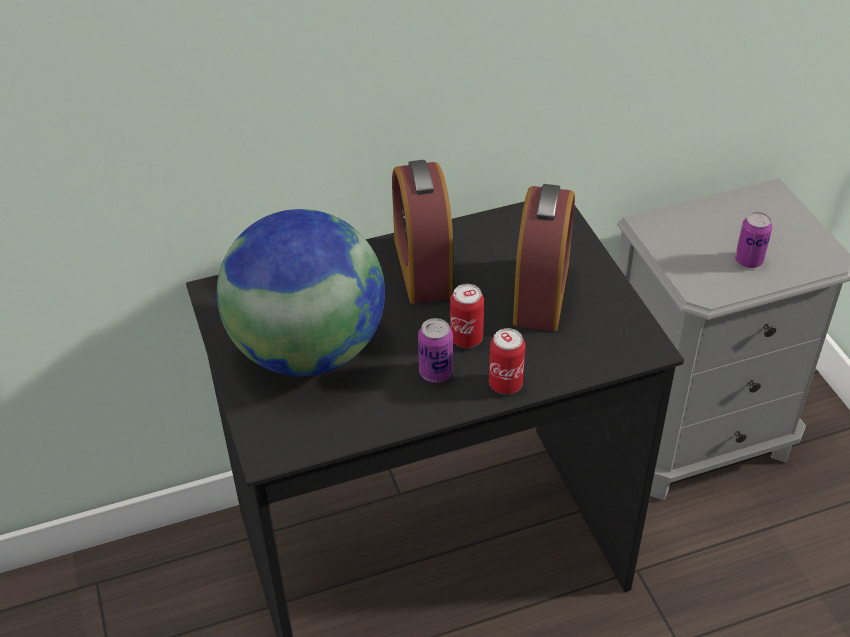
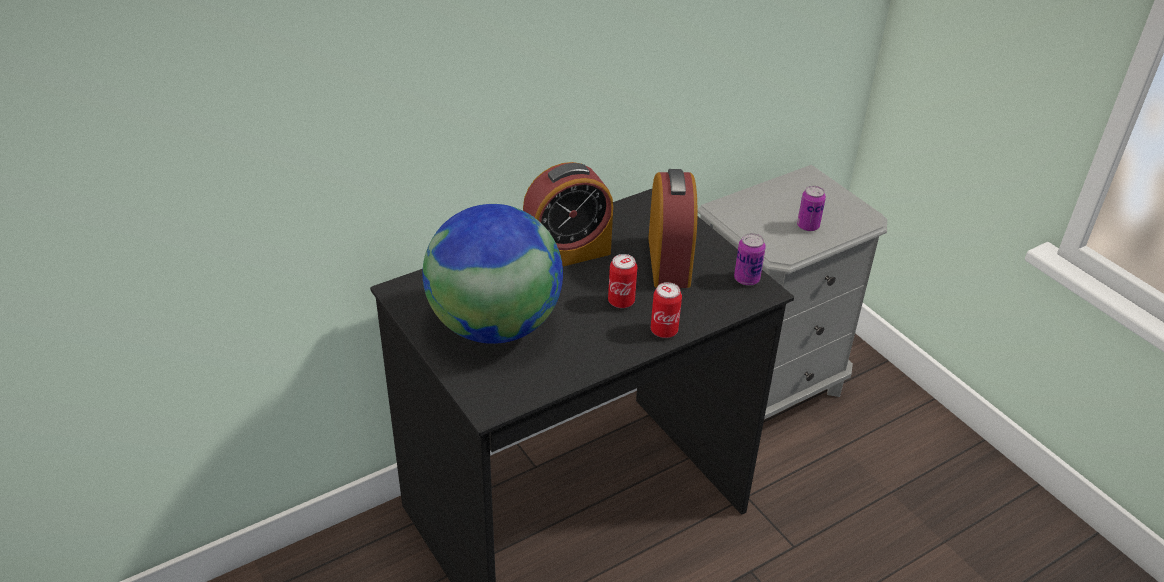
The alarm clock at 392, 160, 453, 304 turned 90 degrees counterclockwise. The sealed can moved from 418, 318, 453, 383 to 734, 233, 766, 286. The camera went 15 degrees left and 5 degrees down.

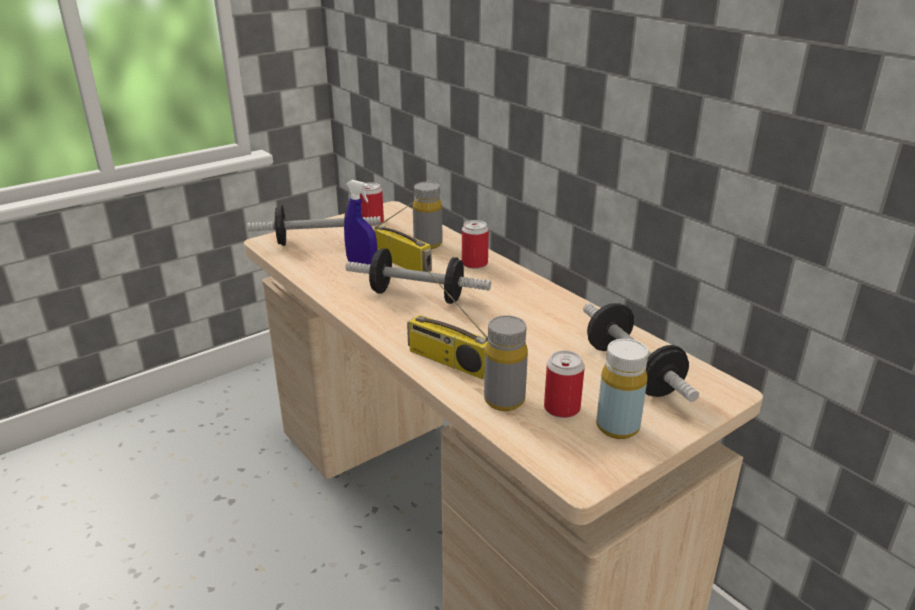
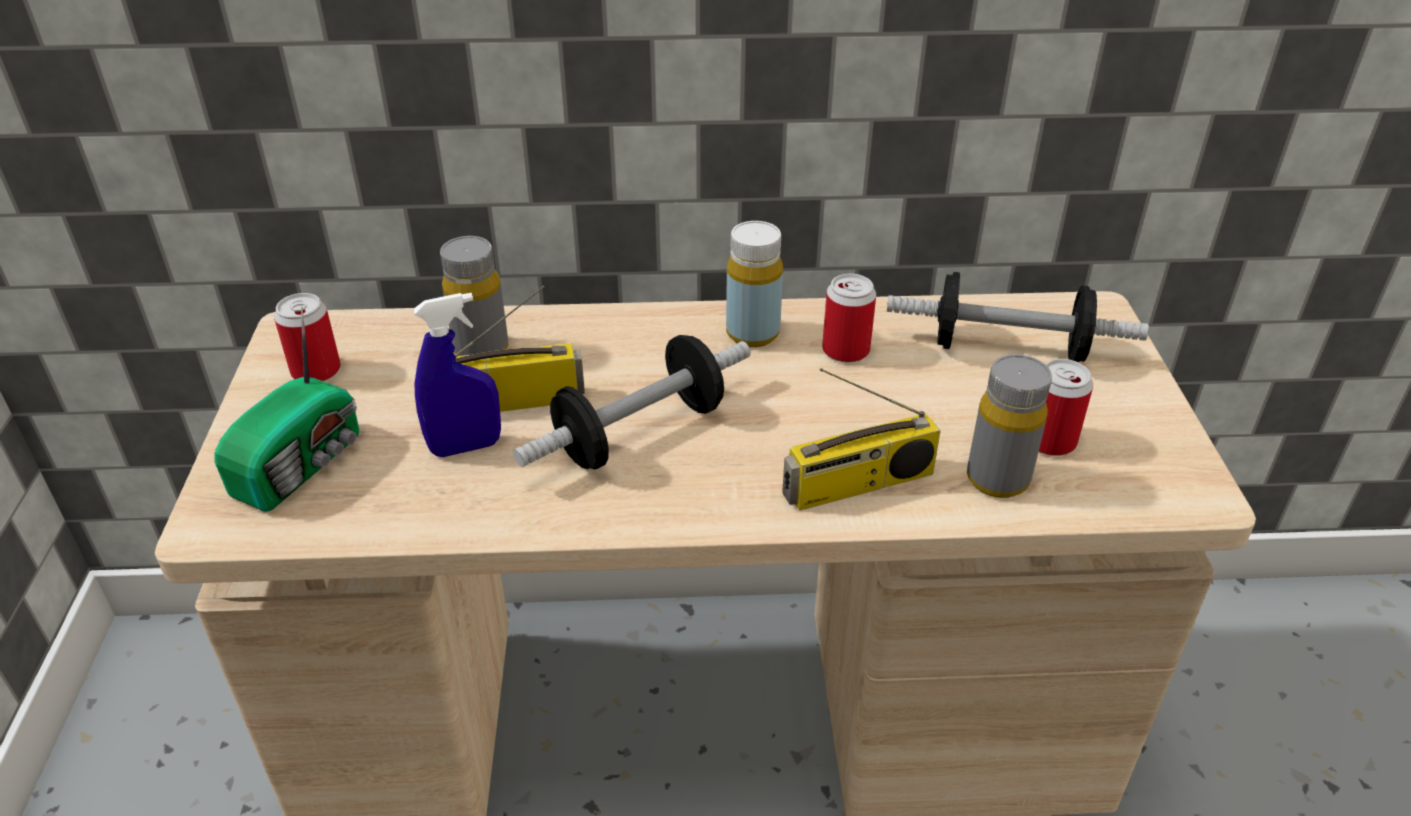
The free weight at 248, 202, 381, 246 was replaced by the radio at 215, 306, 359, 512. The sealed can moved from 462, 220, 489, 269 to 822, 274, 876, 362. The yellowish bottle moved from 596, 339, 648, 439 to 726, 221, 783, 347. The camera went 55 degrees left and 10 degrees up.

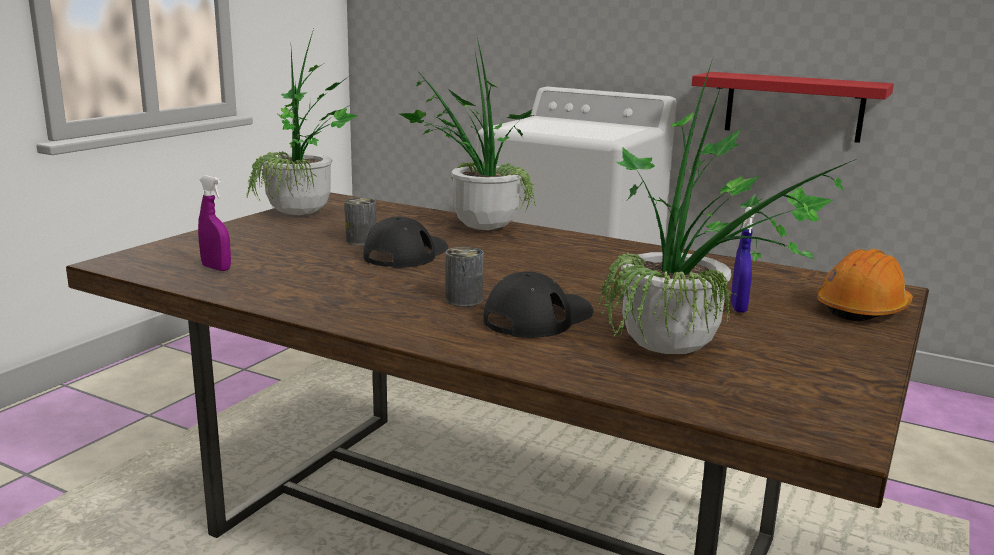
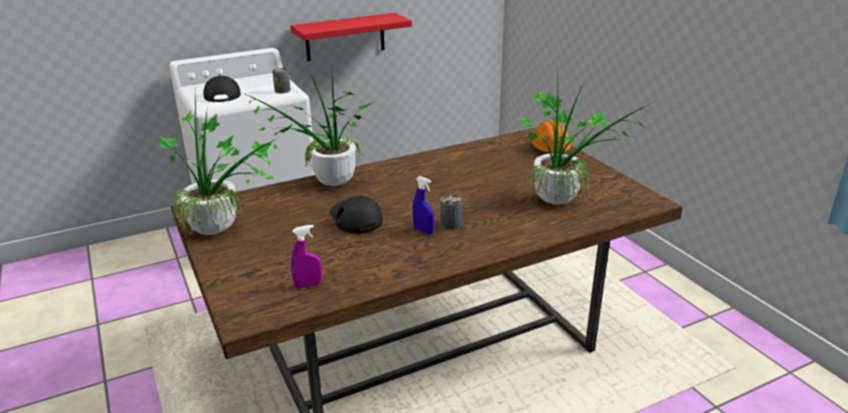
The sealed can moved from 345, 198, 376, 245 to 272, 68, 291, 93. The blue sprayer moved from 731, 207, 755, 313 to 413, 176, 434, 234. The black baseball cap moved from 483, 271, 594, 338 to 203, 76, 241, 102. The camera went 55 degrees left and 10 degrees up.

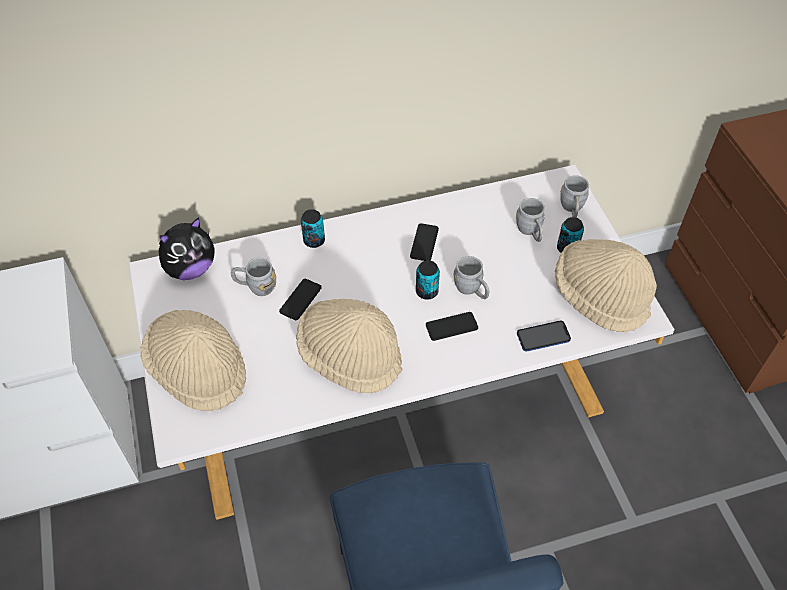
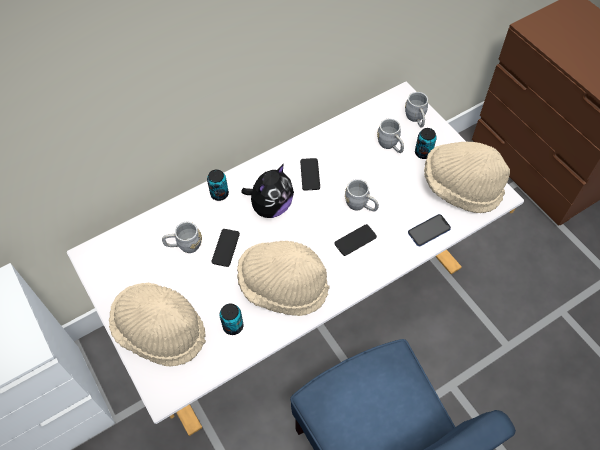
The cuddly toy moved from 159, 217, 215, 280 to 241, 164, 294, 218. The sealed can moved from 416, 260, 440, 300 to 219, 303, 244, 335. The camera went 15 degrees left and 5 degrees up.

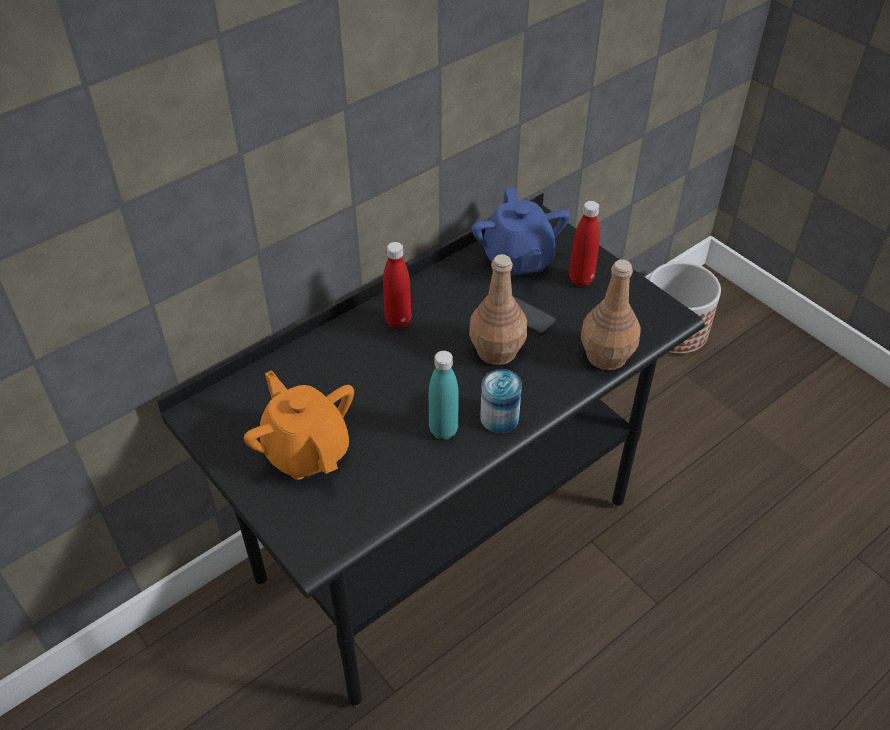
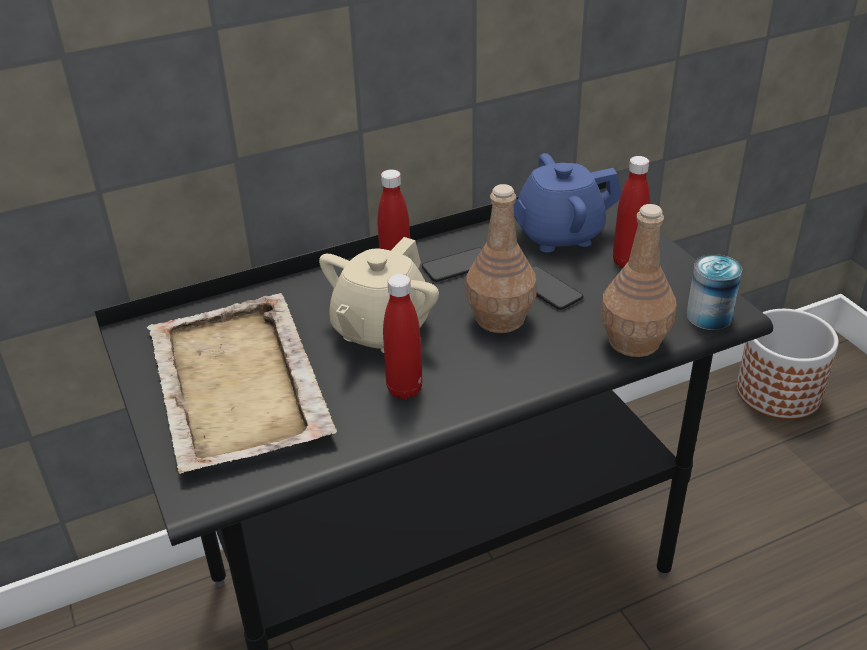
The blue pot for tea at 472, 188, 570, 276 turned 75 degrees clockwise. The turquoise-coloured bottle at 429, 351, 459, 440 became the red bottle at 383, 274, 422, 399. The sealed can moved from 480, 369, 522, 433 to 686, 254, 742, 330. The orange pot for tea at 244, 370, 354, 480 was replaced by the beige-coloured tray at 147, 293, 337, 474. The beige-coloured pot for tea at 319, 237, 439, 353 appeared. The telephone at 422, 247, 482, 282 appeared. The camera went 15 degrees right and 10 degrees down.

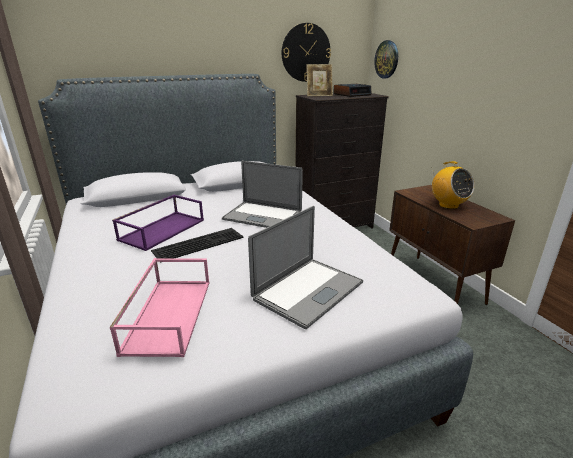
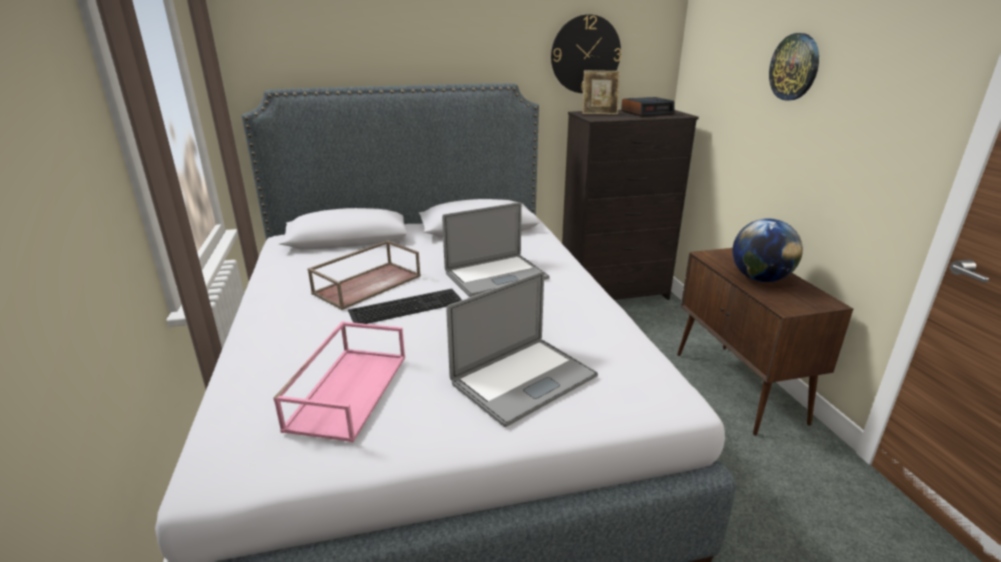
The hanging clock moved from 374, 40, 398, 79 to 769, 33, 819, 101. The laptop at 222, 161, 303, 228 turned 60 degrees counterclockwise. The radio at 432, 161, 475, 209 was replaced by the world globe at 732, 219, 803, 282. The purplish tray at 112, 195, 204, 251 became the brownish tray at 307, 240, 421, 310. The camera went 10 degrees right and 0 degrees up.

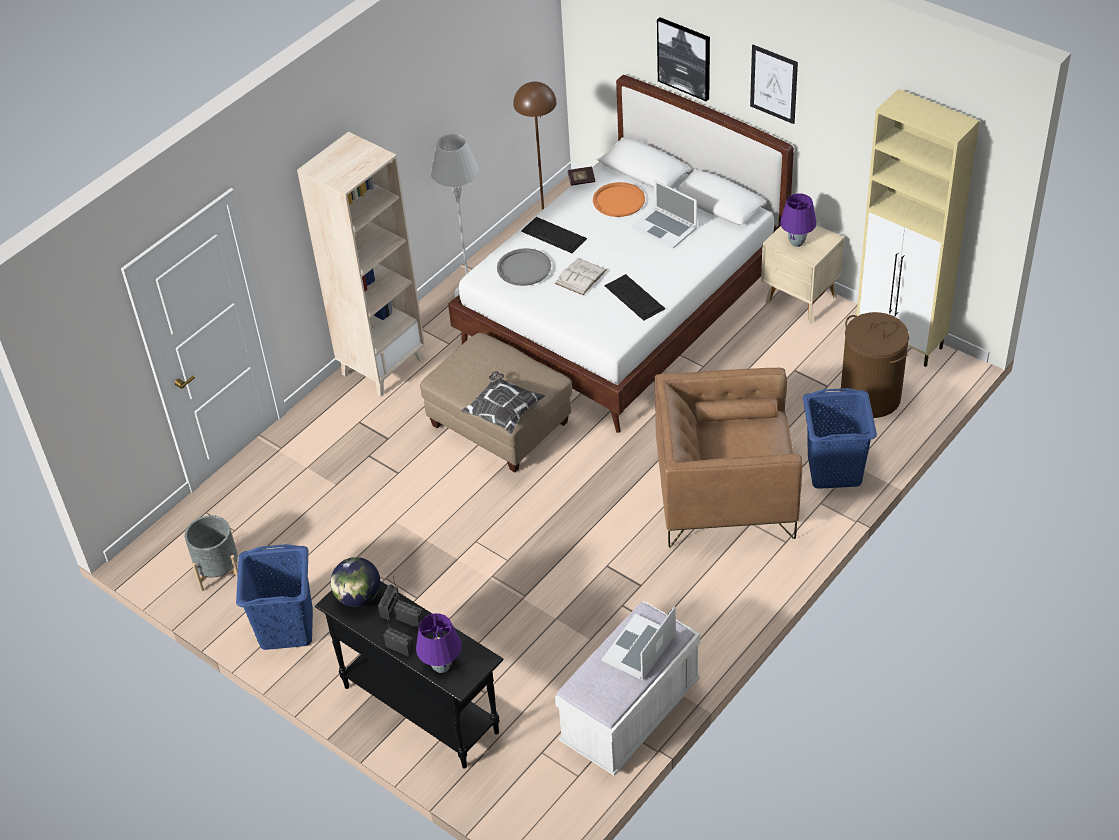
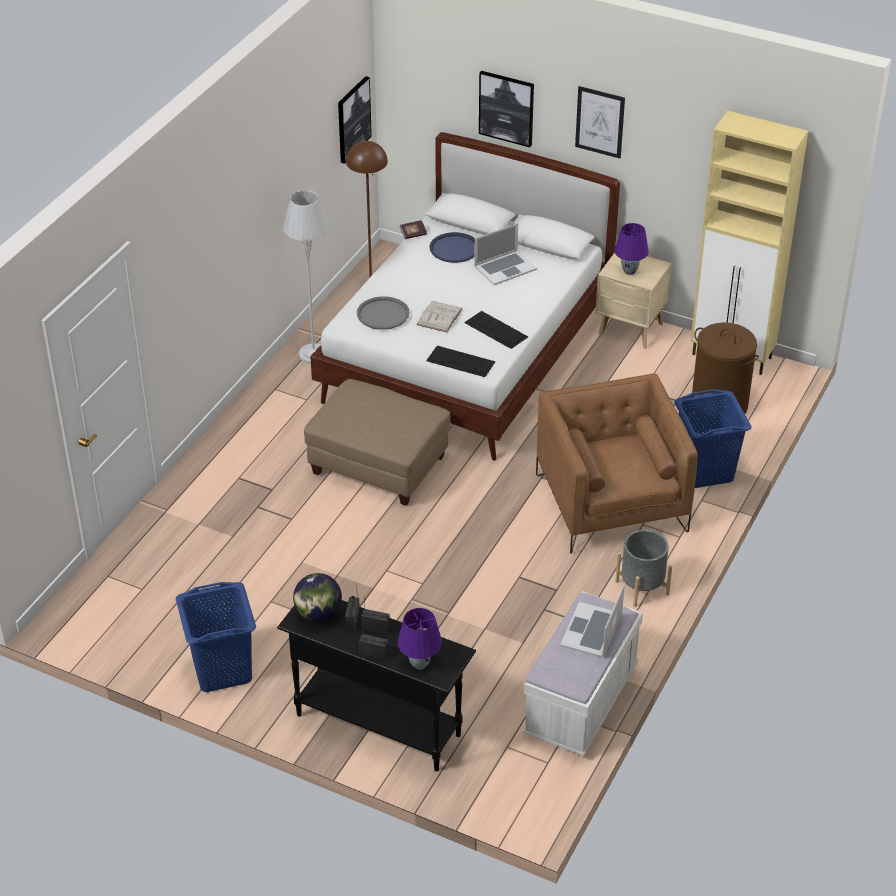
The beige-coloured bookcase at 297, 132, 425, 397 disappeared. The laptop at 631, 180, 697, 249 turned 60 degrees counterclockwise. The orange tray at 593, 182, 645, 217 became the blue tray at 429, 232, 475, 263. The PC keyboard moved from 521, 217, 587, 253 to 426, 346, 495, 377. The brownish armchair at 654, 368, 803, 548 turned 90 degrees clockwise. The throw pillow at 461, 371, 545, 434 disappeared. The grey planter moved from 185, 515, 238, 591 to 615, 530, 672, 607. The wall picture at 338, 76, 372, 164 appeared. The camera went 15 degrees left and 5 degrees down.

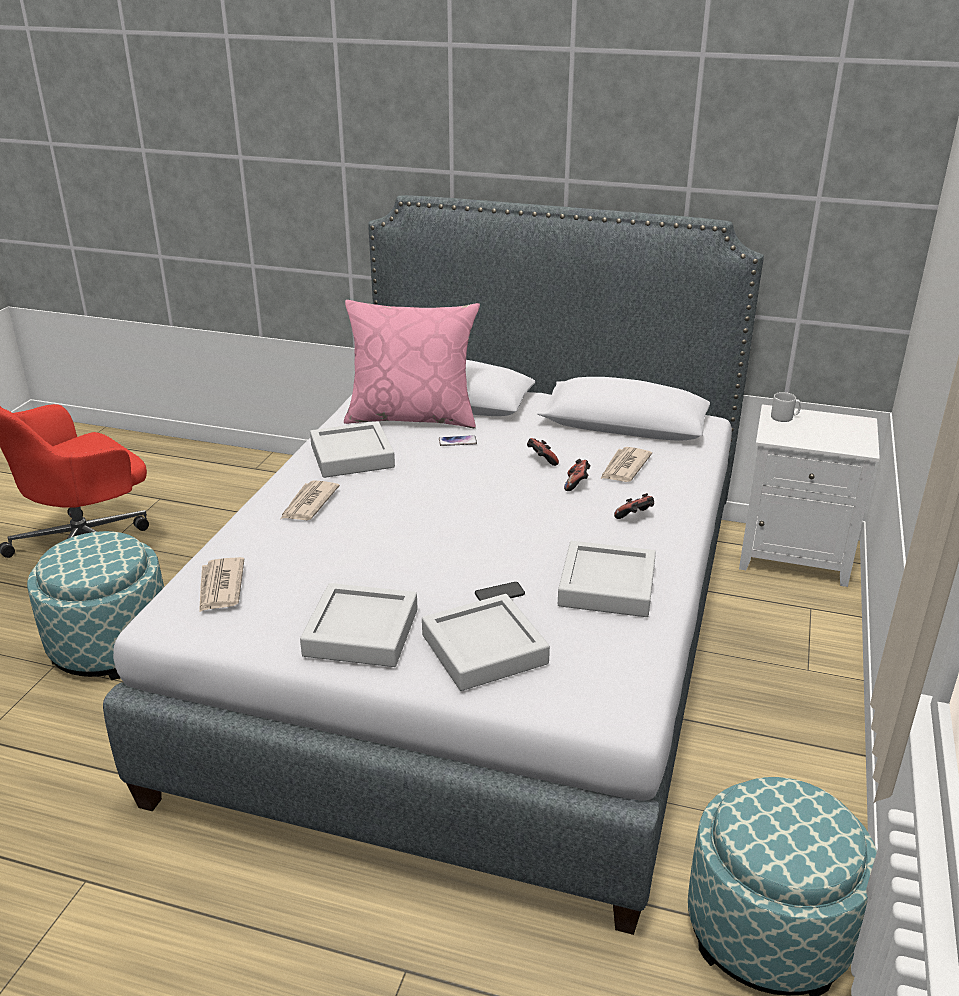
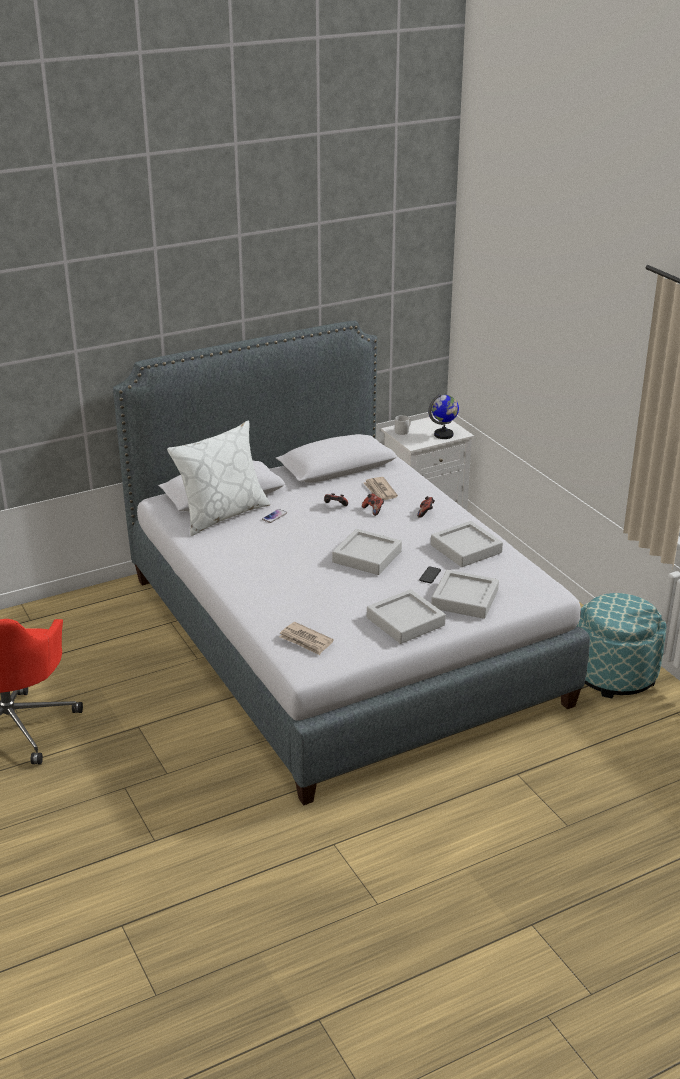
The pink-coloured throw pillow at 344, 300, 480, 428 became the white throw pillow at 167, 421, 270, 536. The grey tray moved from 310, 421, 395, 478 to 332, 529, 402, 575. The newspaper at 281, 480, 340, 520 disappeared. The ottoman at 27, 531, 164, 680 disappeared. The world globe at 428, 393, 459, 439 appeared. The camera went 45 degrees left and 0 degrees up.

